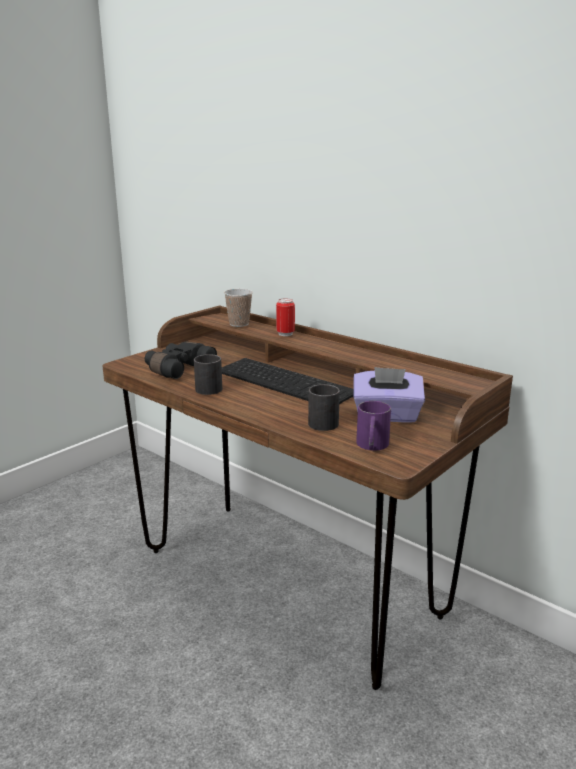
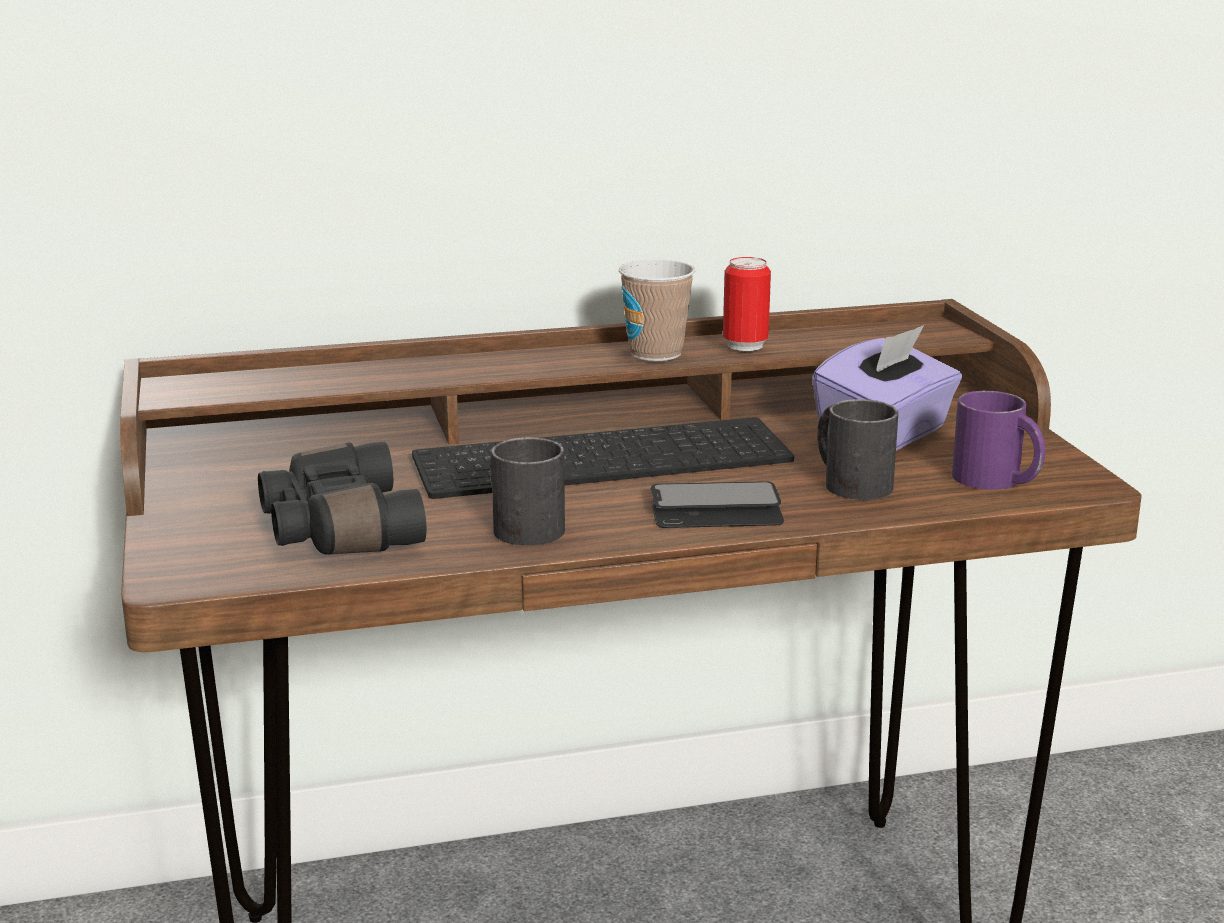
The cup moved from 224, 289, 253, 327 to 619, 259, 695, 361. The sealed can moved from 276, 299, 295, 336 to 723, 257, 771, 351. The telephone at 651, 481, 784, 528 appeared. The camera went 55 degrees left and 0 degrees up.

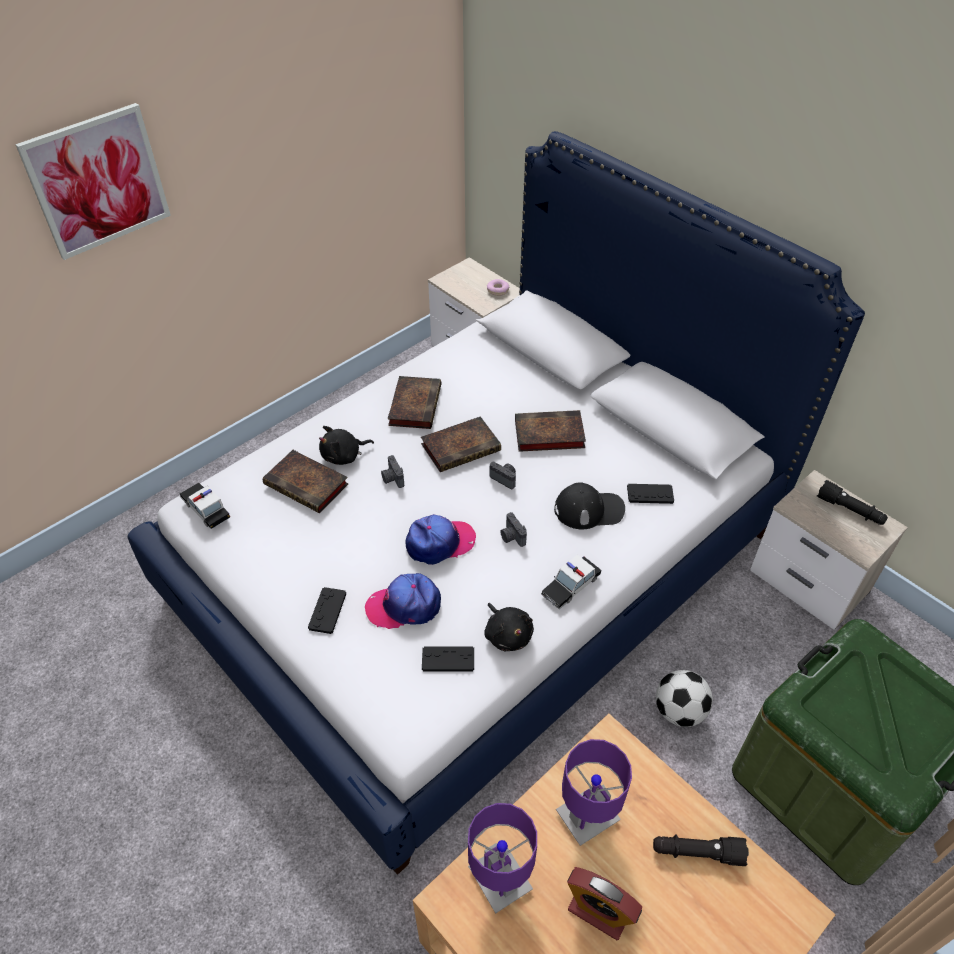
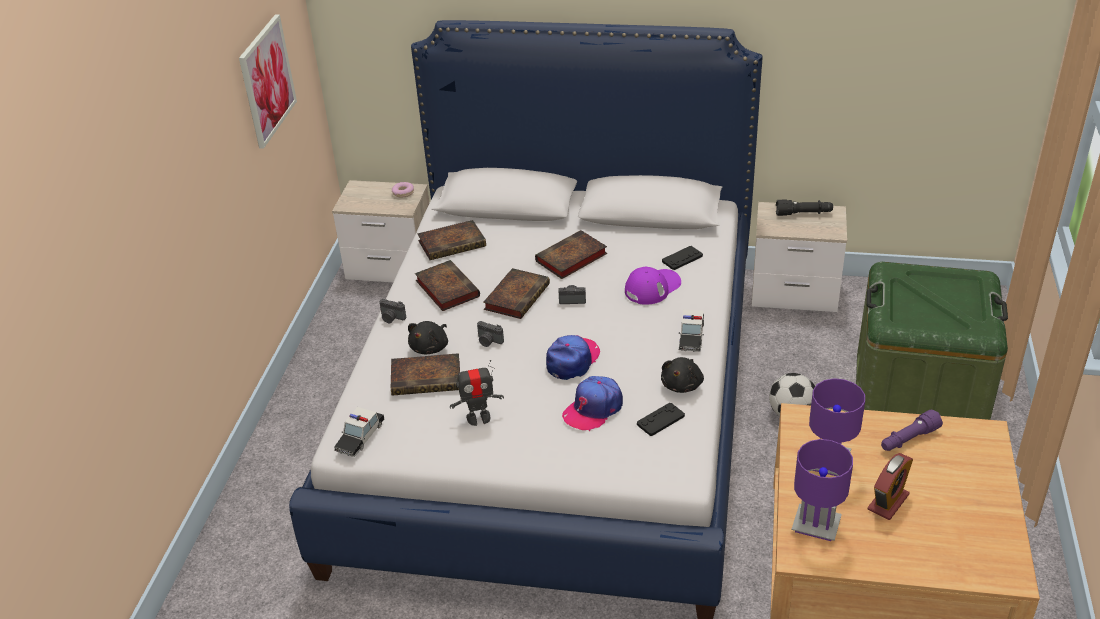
The wall picture moved from 15, 103, 171, 260 to 239, 14, 297, 149. The model car at 180, 482, 230, 529 turned 75 degrees counterclockwise. The black baseball cap at 554, 482, 625, 529 became the purplish baseball cap at 625, 266, 681, 305. The photo camera moved from 500, 512, 527, 547 to 379, 299, 406, 323. The black gamepad at 308, 587, 346, 634 disappeared. The black cuddly toy at 484, 603, 534, 651 turned 90 degrees clockwise. The black torch at 653, 834, 749, 866 became the purplish torch at 881, 409, 943, 451. The alarm clock at 567, 867, 642, 940 turned 45 degrees counterclockwise. The bound book at 417, 220, 486, 260 appeared. The robot figure at 450, 360, 504, 426 appeared. The camera went 35 degrees left and 10 degrees down.

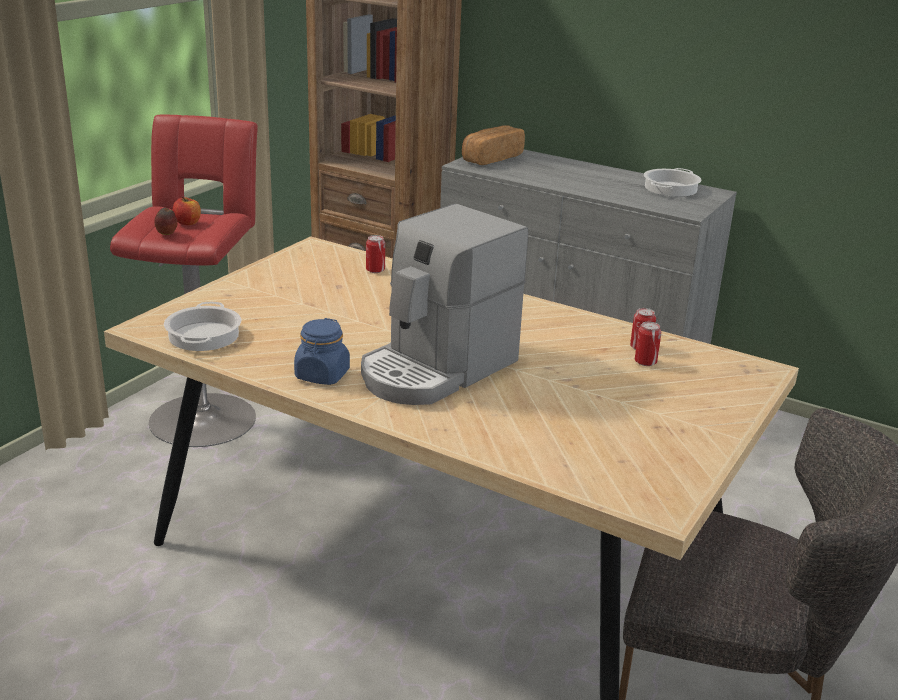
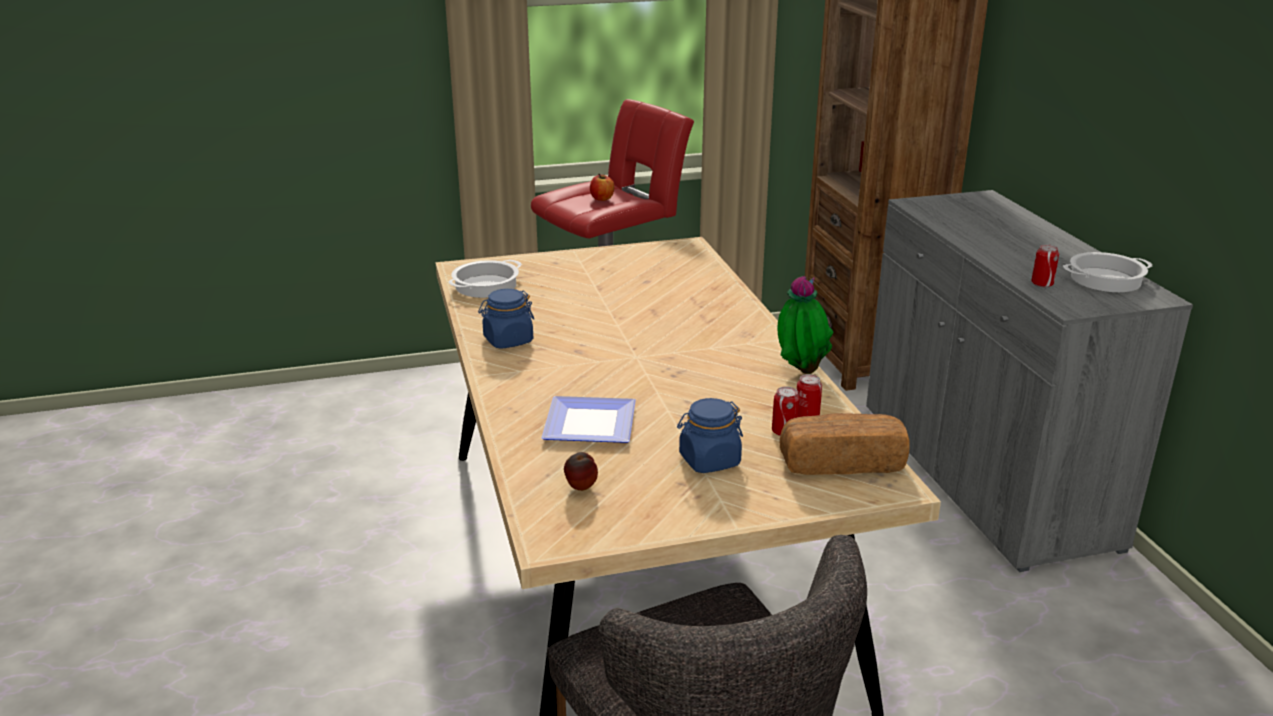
The bakery bread moved from 462, 125, 525, 165 to 780, 413, 910, 475. The coffee brewer at 361, 204, 528, 405 disappeared. The apple fruit moved from 154, 208, 178, 235 to 564, 452, 598, 491. The sealed can moved from 366, 235, 385, 273 to 1031, 244, 1059, 287. The plant in a pot at 777, 276, 834, 374 appeared. The flat dish at 541, 396, 636, 443 appeared. The blue storage jar at 677, 398, 743, 473 appeared. The camera went 45 degrees right and 0 degrees up.

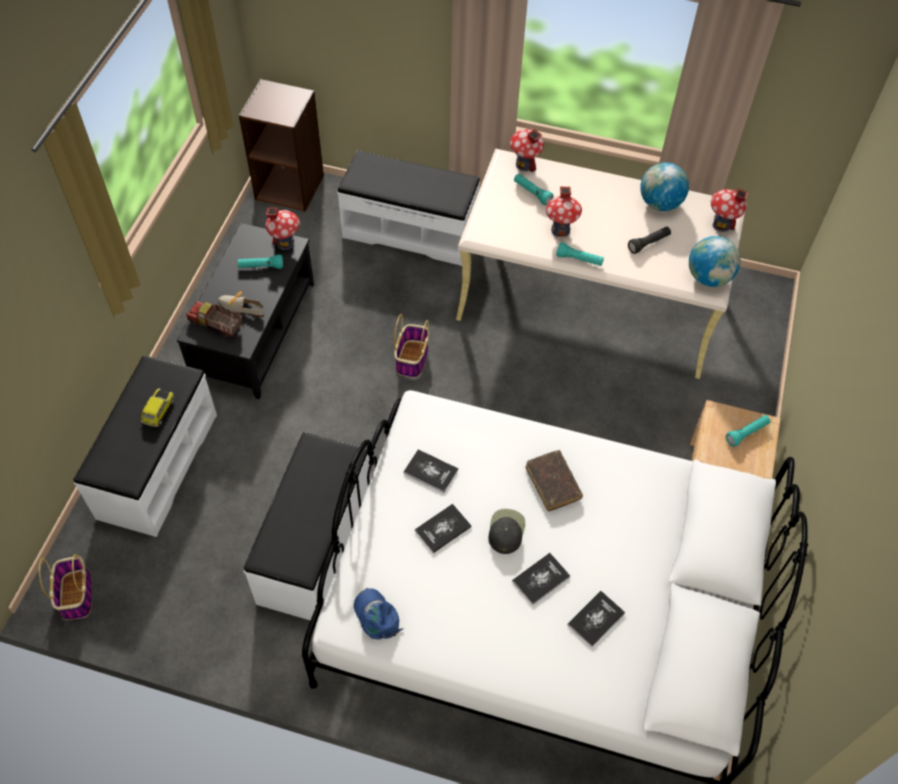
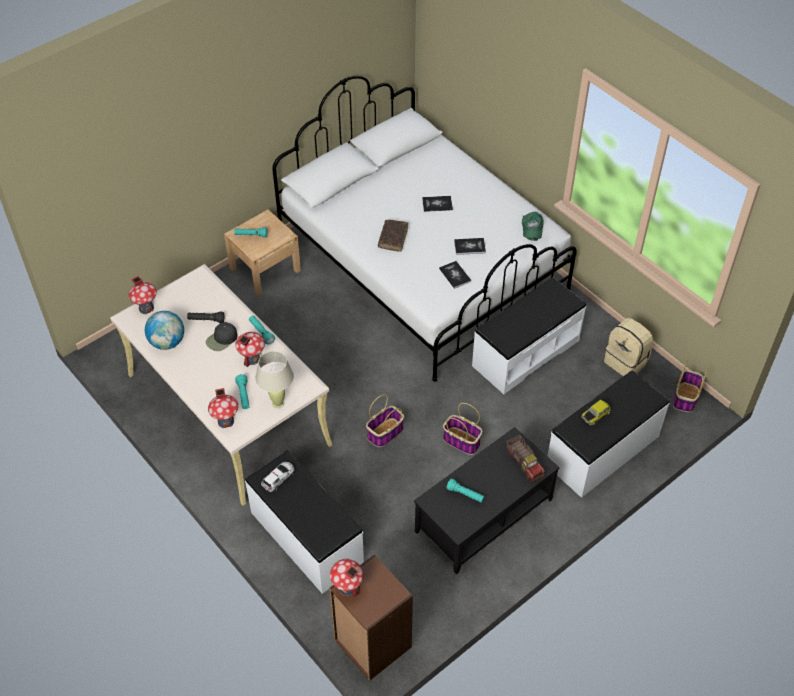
The miniature house moved from 265, 207, 300, 250 to 330, 559, 363, 597. The world globe at 689, 236, 740, 287 disappeared. The item of footwear at 218, 291, 264, 317 disappeared. The black baseball cap moved from 488, 509, 525, 554 to 206, 322, 237, 351. The blue baseball cap at 354, 588, 403, 640 became the green-coloured baseball cap at 522, 212, 544, 241. The bound book at 567, 591, 625, 647 disappeared. The beige-coloured backpack at 604, 318, 653, 376 appeared. The beige-coloured tabletop lamp at 256, 351, 294, 408 appeared. The household basket at 443, 403, 482, 455 appeared. The model car at 261, 462, 295, 492 appeared. The camera went 145 degrees left and 5 degrees down.

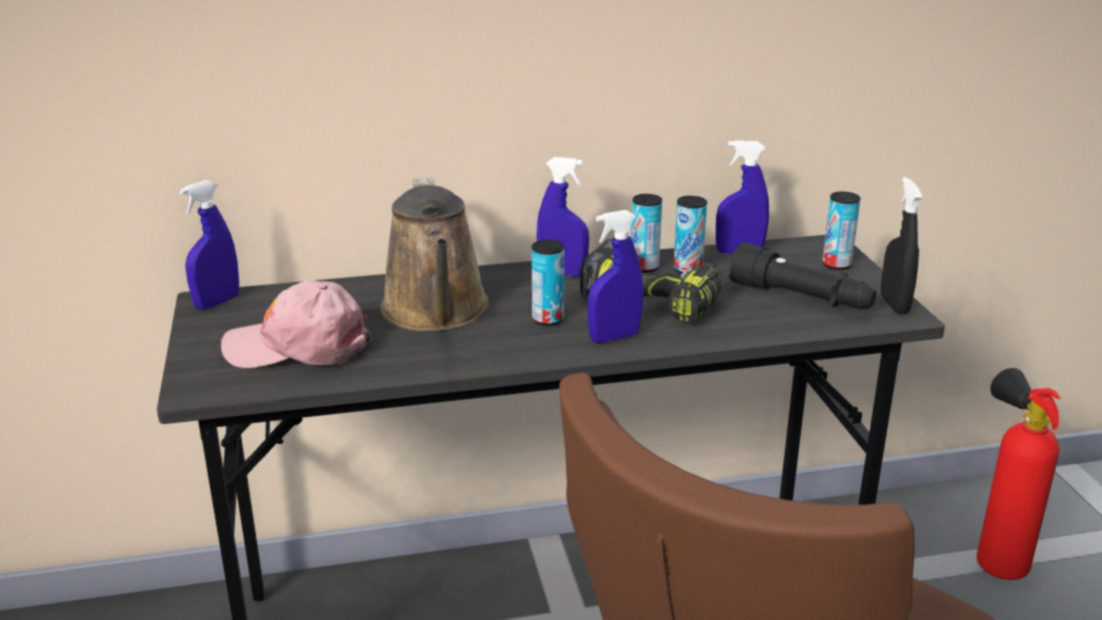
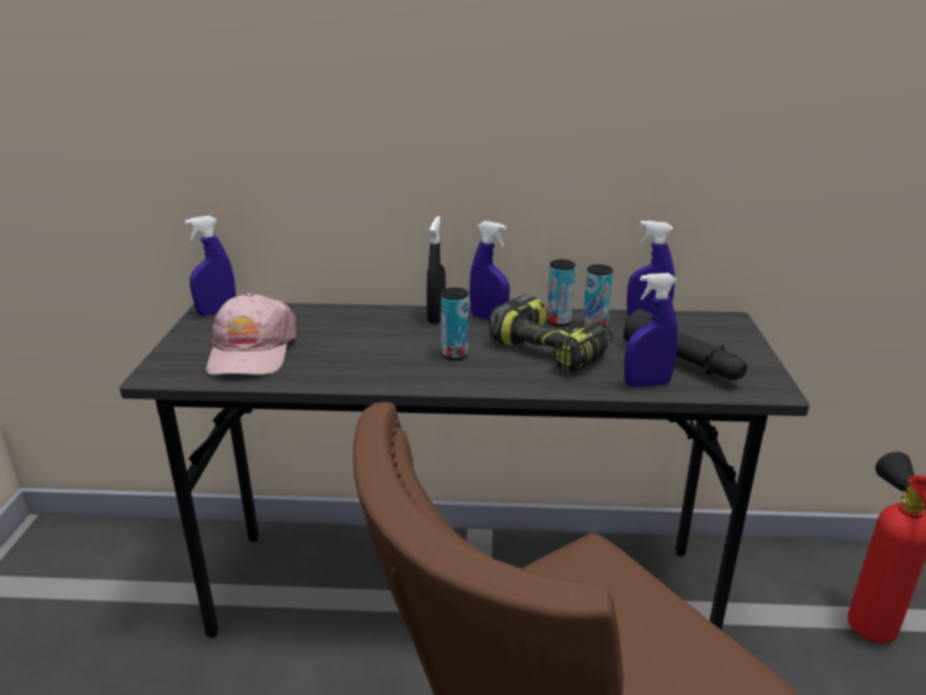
The black sprayer moved from 881, 177, 922, 314 to 427, 216, 446, 324. The brownish watering pot at 381, 178, 489, 331 disappeared. The sealed can at 822, 192, 861, 270 disappeared. The blue sprayer moved from 587, 210, 643, 343 to 624, 273, 678, 388. The pink-coloured baseball cap at 221, 280, 371, 368 turned 105 degrees counterclockwise. The camera went 15 degrees right and 0 degrees up.

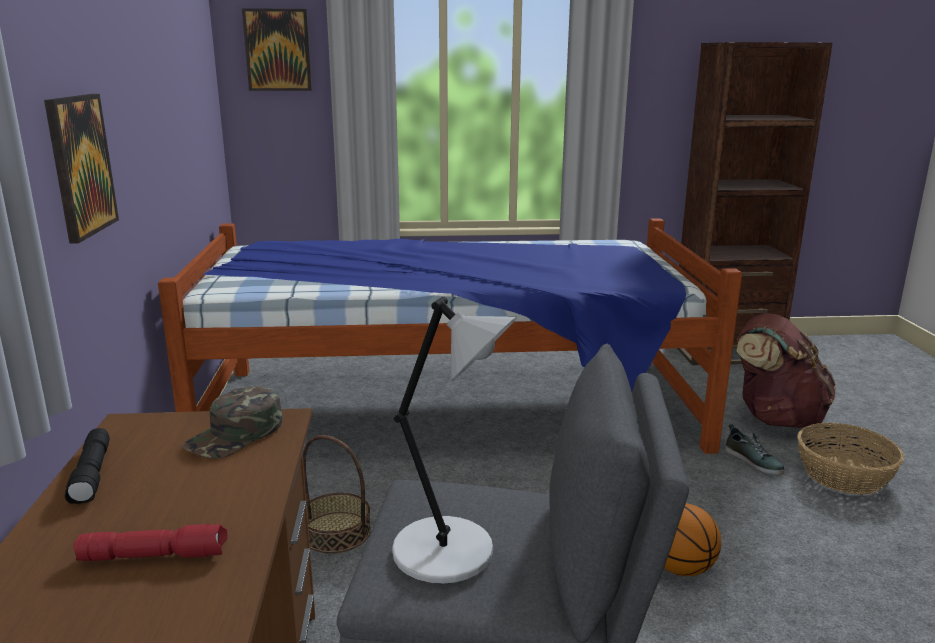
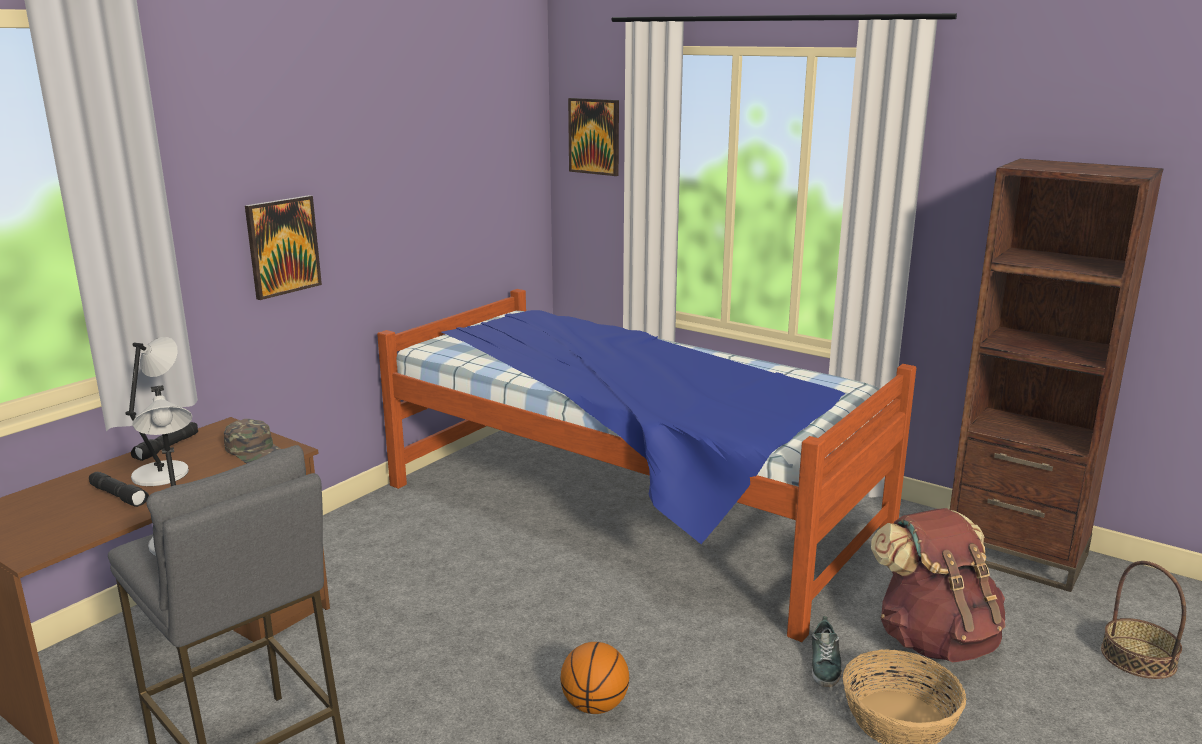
The green-coloured baseball cap at 182, 386, 283, 459 turned 120 degrees counterclockwise. The household basket moved from 303, 435, 371, 554 to 1101, 561, 1186, 679. The red torch at 73, 524, 227, 561 became the black torch at 89, 472, 149, 507. The grey tabletop lamp at 126, 337, 189, 486 appeared. The camera went 40 degrees right and 0 degrees up.

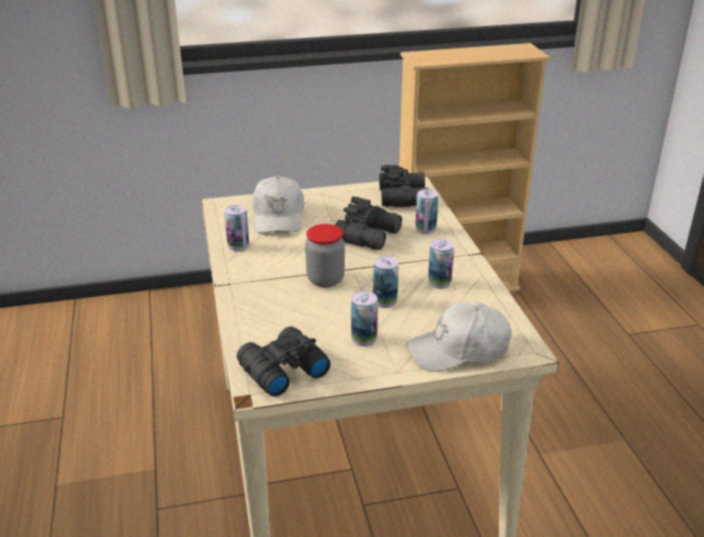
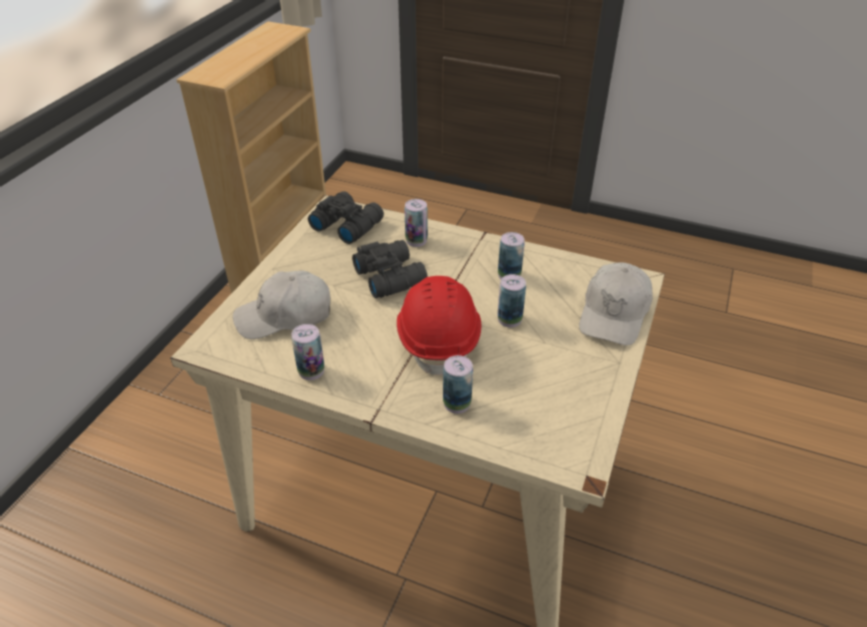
The white baseball cap at 252, 176, 304, 233 turned 135 degrees clockwise. The storage jar at 305, 224, 345, 288 was replaced by the red work helmet at 397, 276, 481, 375. The sealed can moved from 351, 291, 378, 347 to 443, 355, 473, 414. The black binoculars at 237, 326, 331, 397 disappeared. The camera went 55 degrees left and 10 degrees up.

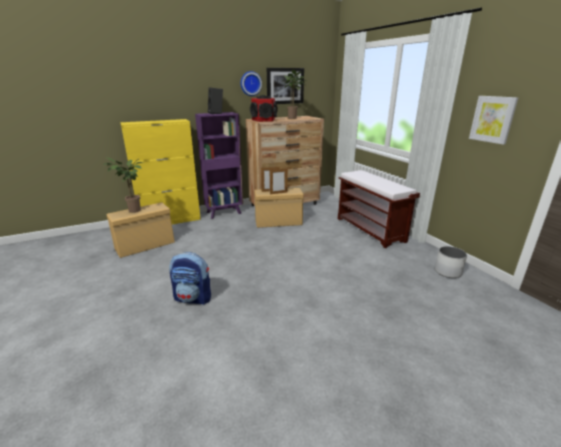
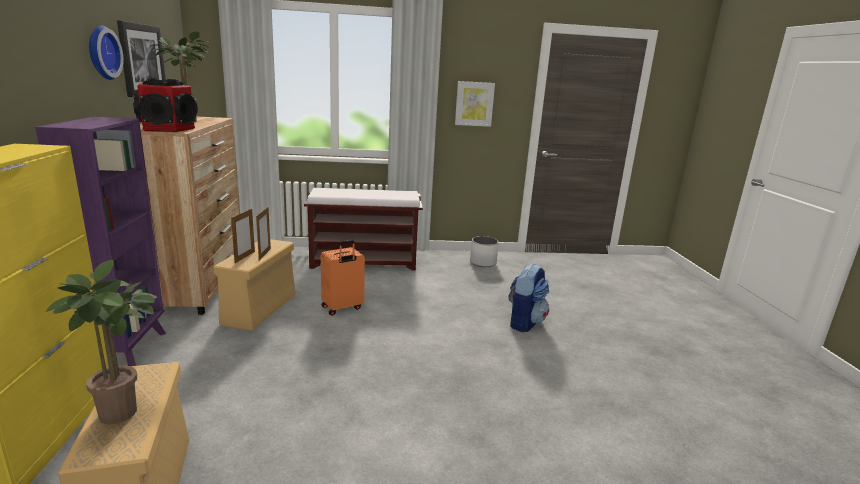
The black speaker at 208, 87, 223, 114 disappeared. The backpack moved from 169, 252, 211, 305 to 508, 264, 549, 332. The orange travel case at 321, 240, 365, 316 appeared. The camera went 70 degrees left and 5 degrees down.

